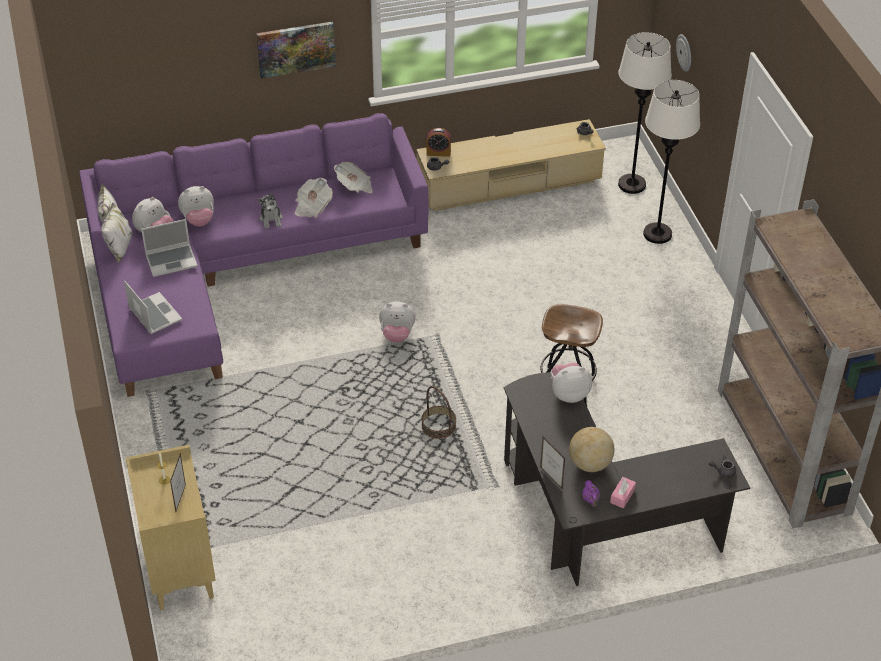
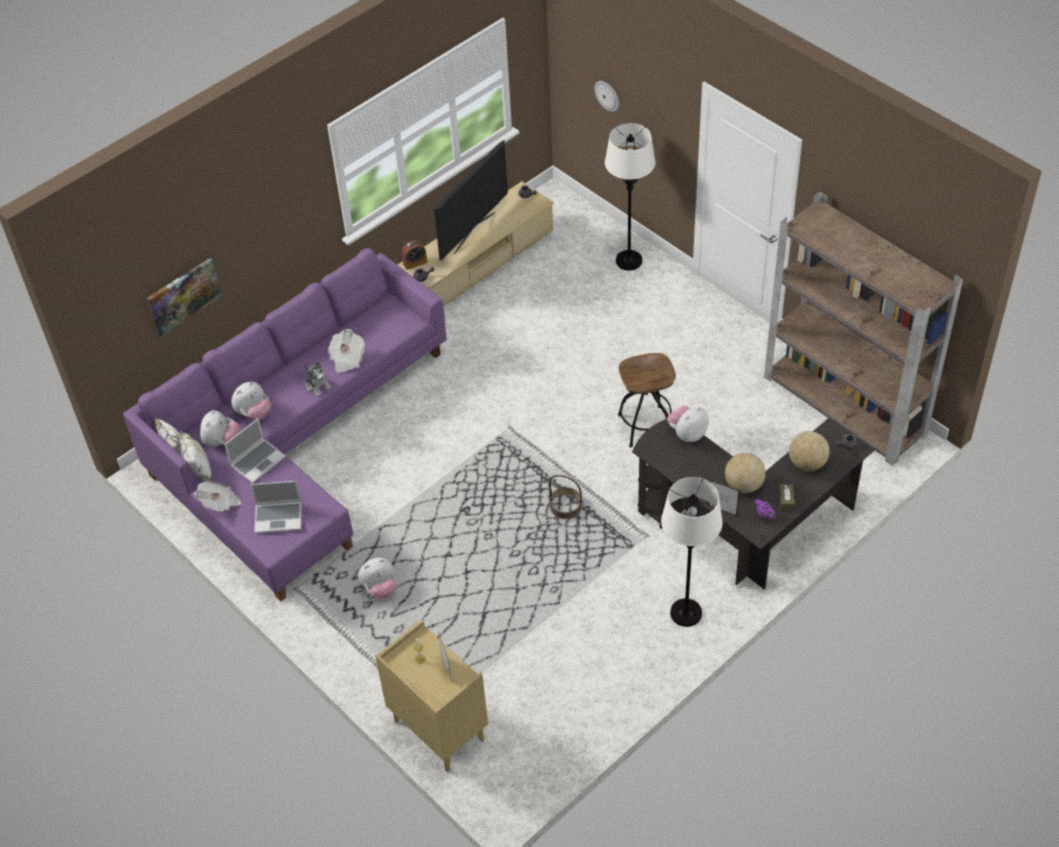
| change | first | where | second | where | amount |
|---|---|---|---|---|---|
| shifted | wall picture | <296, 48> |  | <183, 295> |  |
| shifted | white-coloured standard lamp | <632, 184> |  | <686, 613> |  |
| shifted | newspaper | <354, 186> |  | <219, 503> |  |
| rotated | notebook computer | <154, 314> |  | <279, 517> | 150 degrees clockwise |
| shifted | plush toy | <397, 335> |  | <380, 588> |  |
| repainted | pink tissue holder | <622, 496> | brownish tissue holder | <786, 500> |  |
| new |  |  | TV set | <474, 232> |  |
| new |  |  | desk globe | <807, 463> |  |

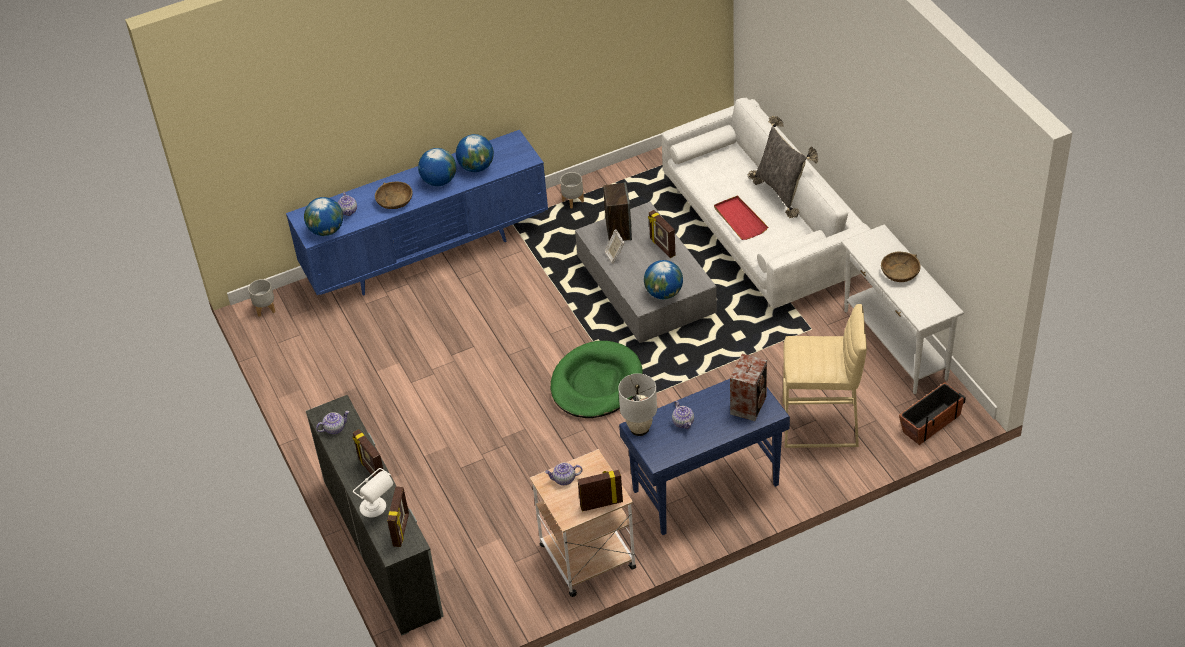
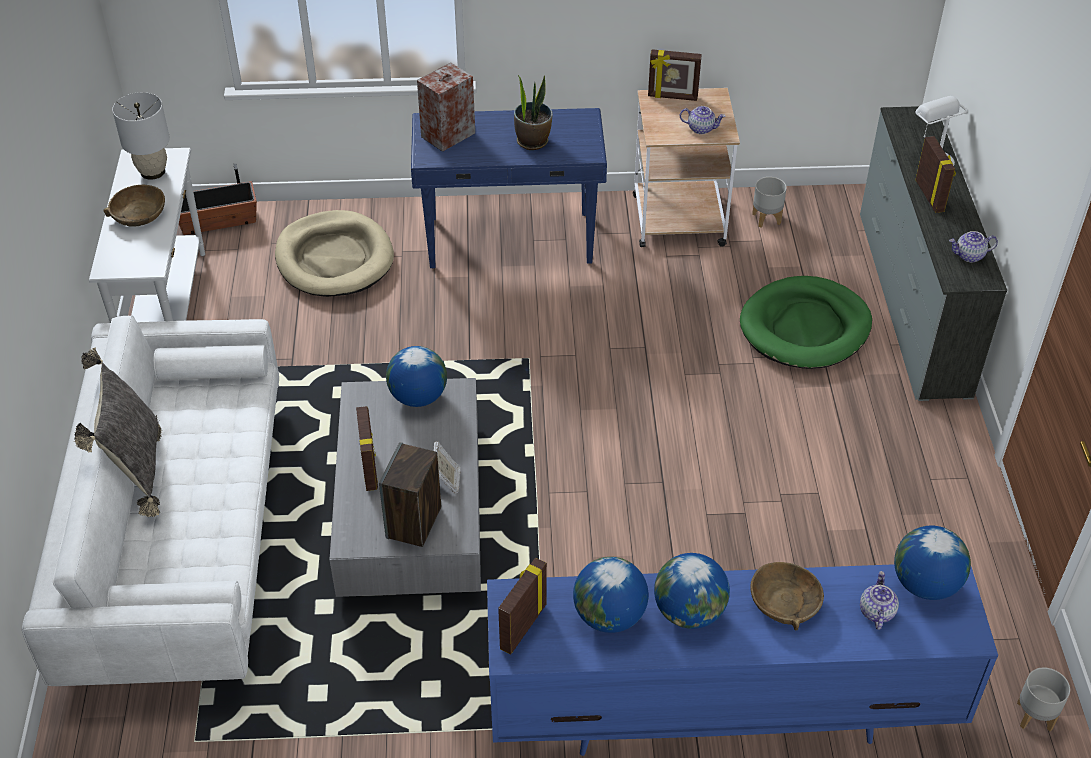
| change | first | where | second | where | amount |
|---|---|---|---|---|---|
| shifted | grey planter | <573, 201> |  | <766, 218> |  |
| gone | reddish tray | <739, 219> |  |  |  |
| swapped | sand-coloured stool seat | <821, 425> | sand-coloured dog bed | <334, 258> |  |
| shifted | greenish dog bed | <596, 383> |  | <805, 327> |  |
| shifted | white-coloured table lamp | <639, 428> |  | <152, 172> |  |
| swapped | pot for tea | <683, 422> | plant in a pot | <532, 141> |  |
| shifted | photo frame | <401, 530> |  | <522, 626> |  |

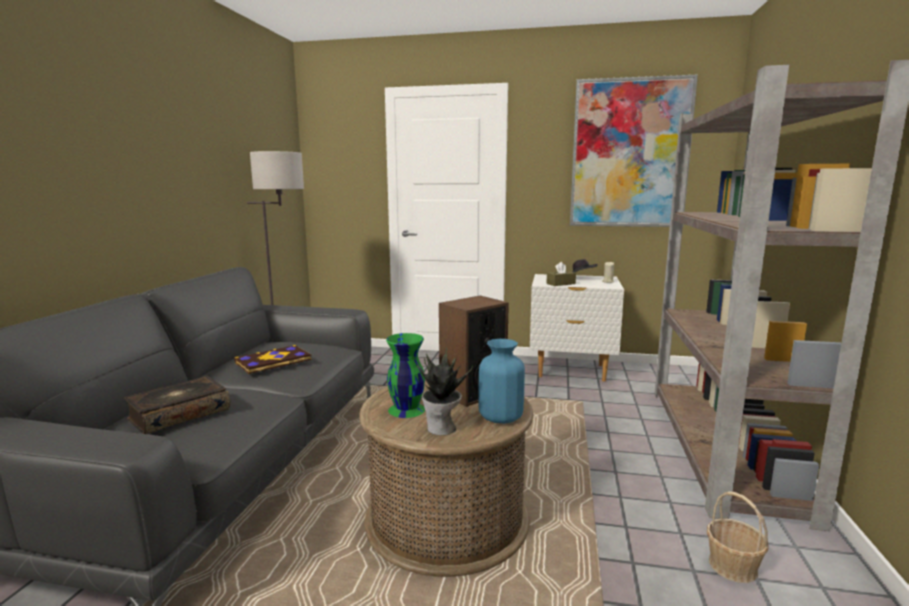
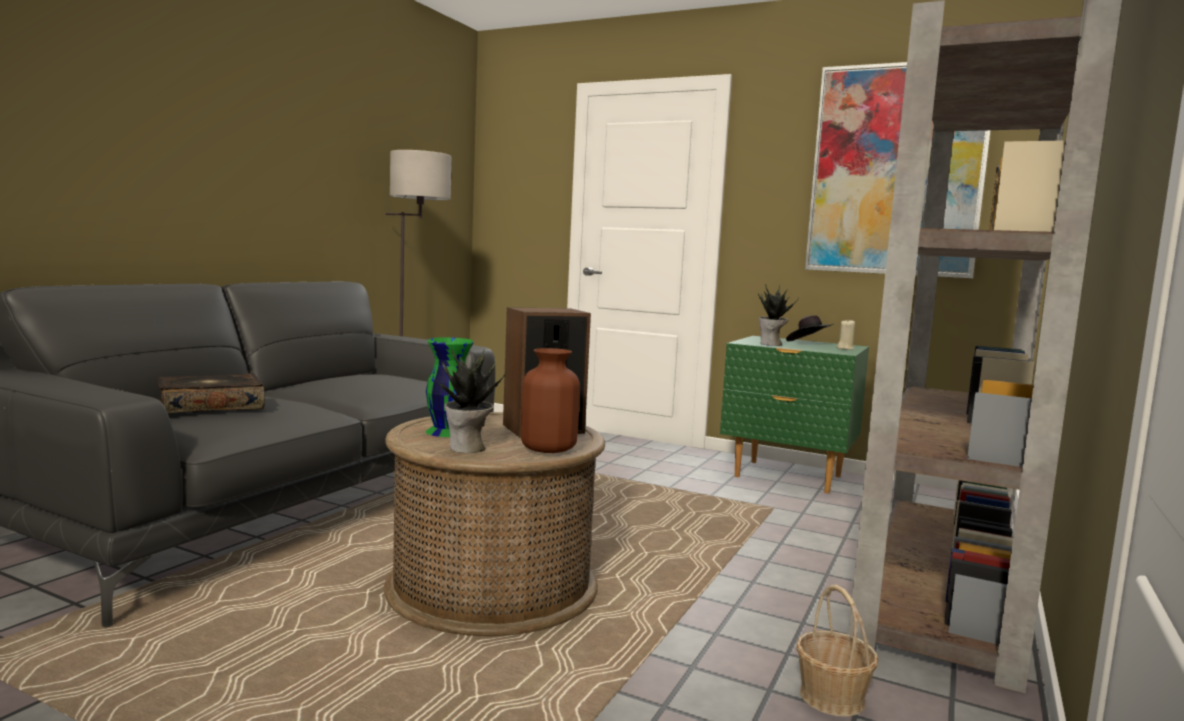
| change | first | where | second | where | amount |
|---|---|---|---|---|---|
| swapped | brownish tissue holder | <560, 284> | plant in a pot | <771, 344> |  |
| repainted | white-coloured night table | <571, 371> | greenish night table | <787, 477> |  |
| repainted | blue decorative vase | <500, 417> | brownish decorative vase | <548, 449> |  |
| gone | volume | <274, 361> |  |  |  |

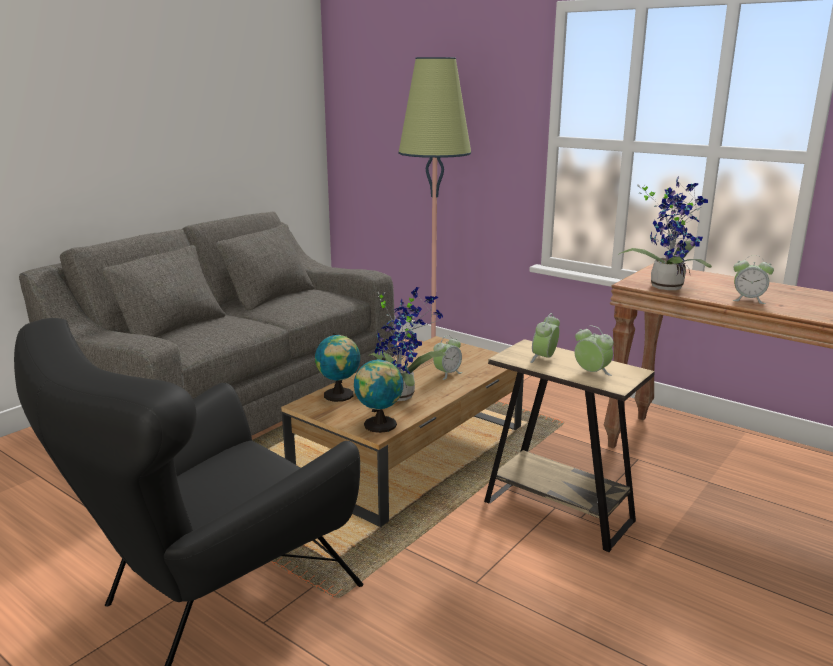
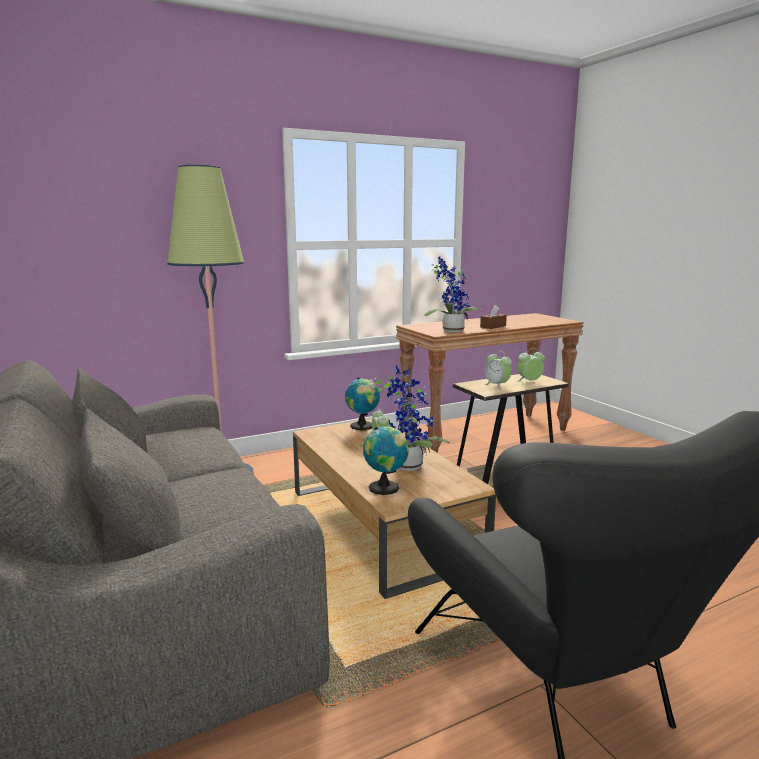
| change | first | where | second | where | amount |
|---|---|---|---|---|---|
| swapped | bedside clock | <748, 300> | brownish tissue holder | <493, 326> |  |
| shifted | desk globe | <379, 426> |  | <363, 426> |  |

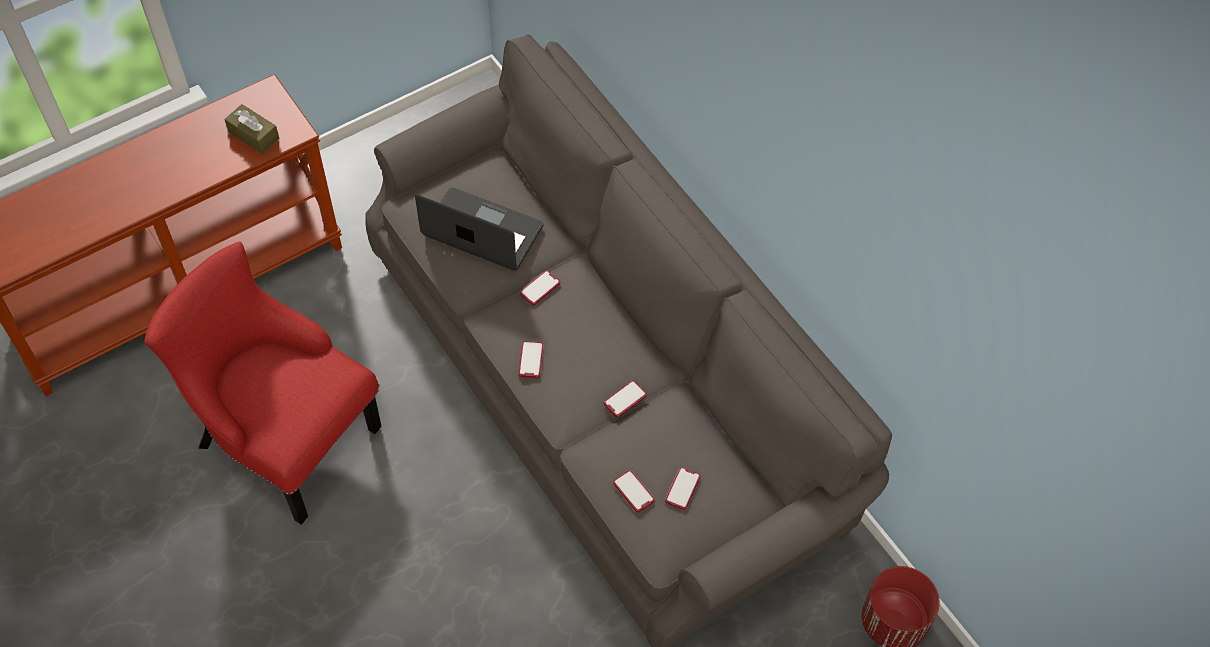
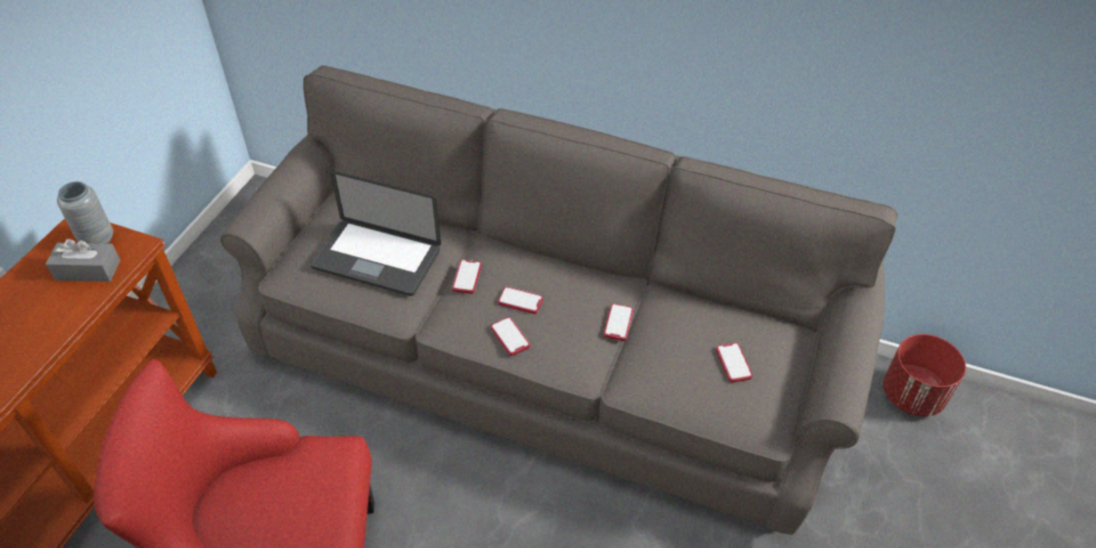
| change | first | where | second | where | amount |
|---|---|---|---|---|---|
| repainted | brownish tissue holder | <254, 135> | grey tissue holder | <88, 270> |  |
| rotated | notebook computer | <482, 231> |  | <376, 259> | 150 degrees counterclockwise |
| shifted | handset | <633, 492> |  | <520, 301> |  |
| new |  |  | grey decorative vase | <97, 240> |  |

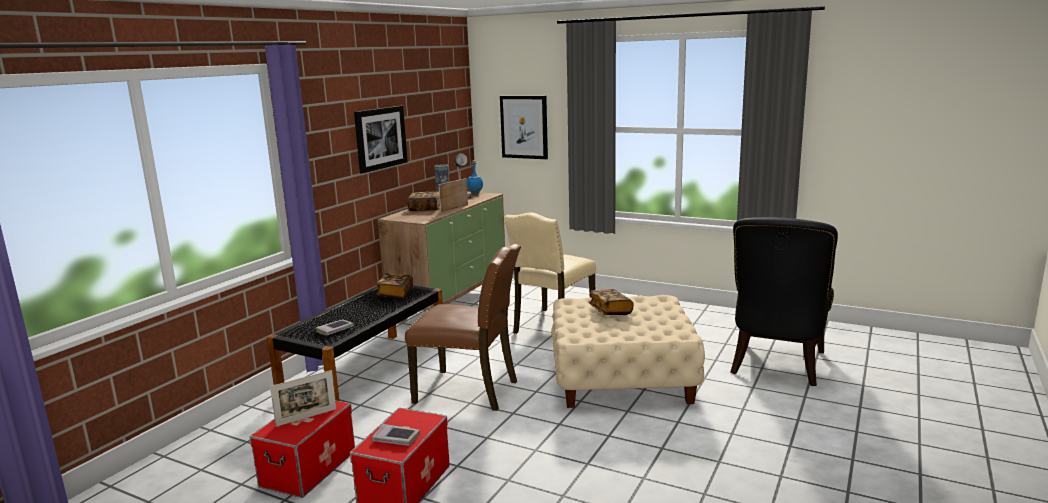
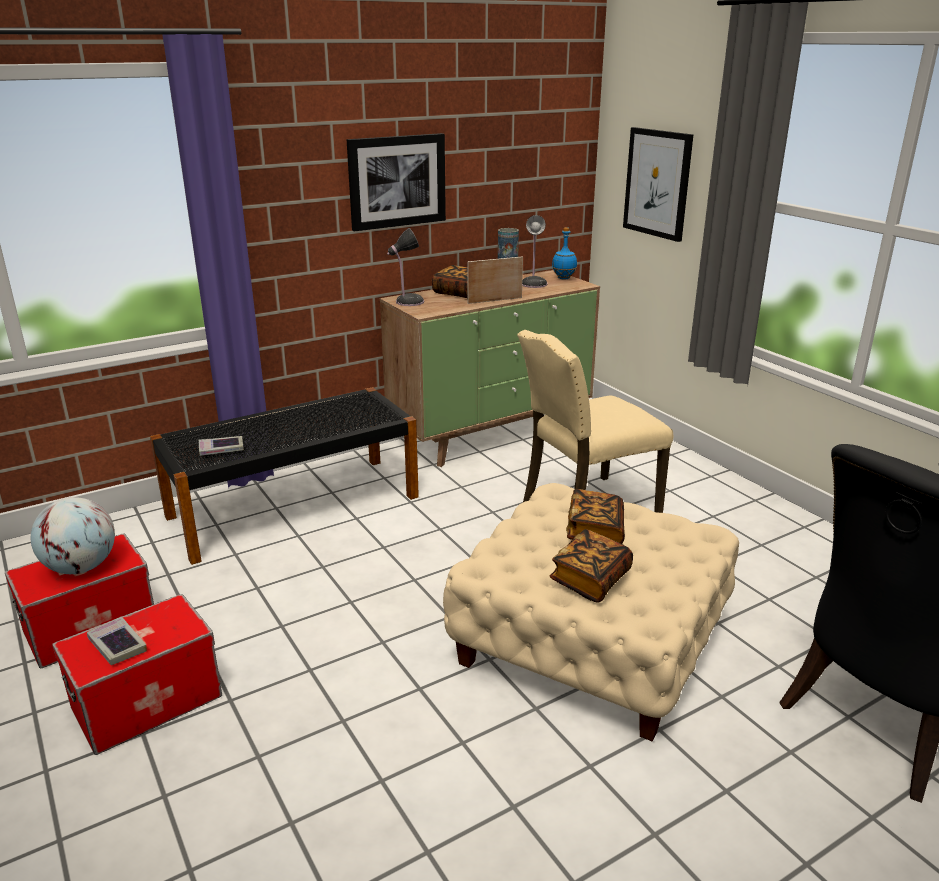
| change | first | where | second | where | amount |
|---|---|---|---|---|---|
| gone | brownish plain chair | <469, 391> |  |  |  |
| shifted | volume | <395, 294> |  | <590, 580> |  |
| swapped | photo frame | <306, 417> | desk globe | <81, 567> |  |
| new |  |  | table lamp | <408, 302> |  |

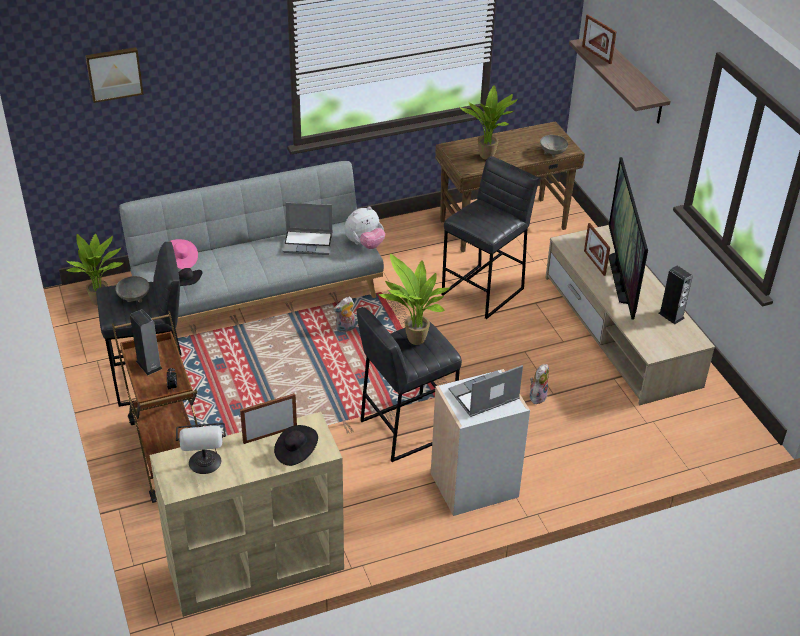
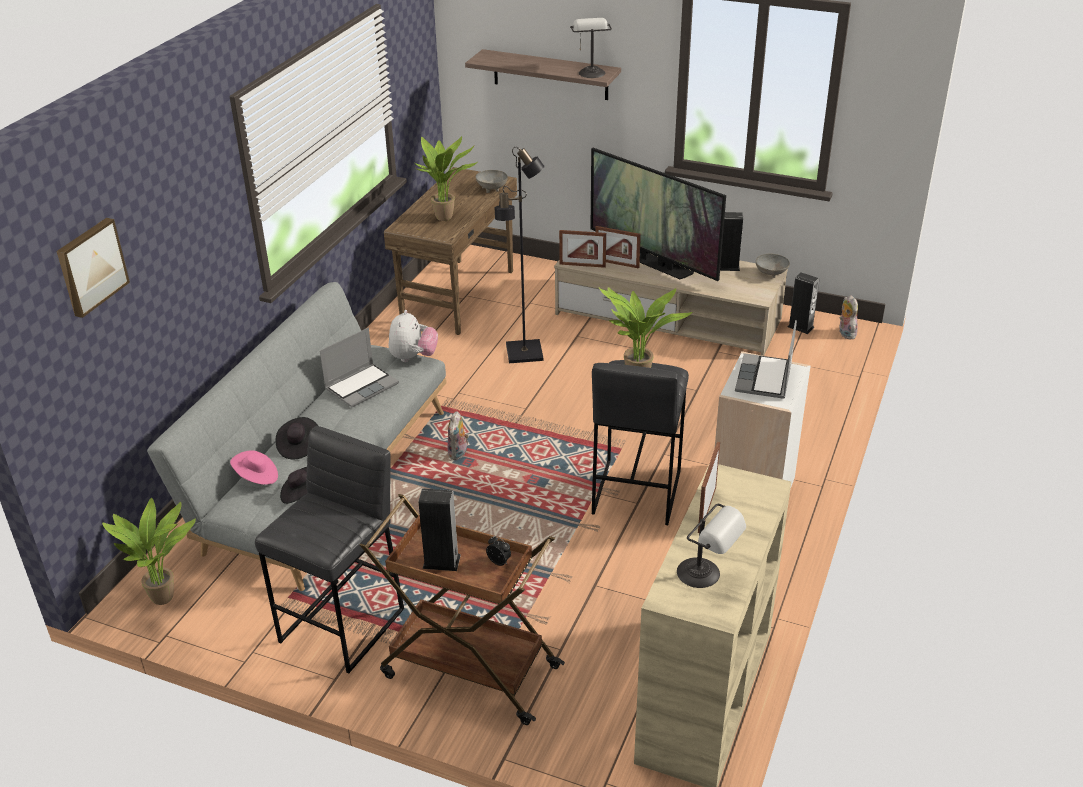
| change | first | where | second | where | amount |
|---|---|---|---|---|---|
| shifted | photo frame | <596, 55> |  | <582, 265> |  |
| swapped | grey stool seat | <483, 291> | black-coloured standard lamp | <524, 352> |  |
| shifted | grey serving bowl | <133, 297> |  | <770, 274> |  |
| shifted | plush toy | <537, 396> |  | <845, 333> |  |
| shifted | black-coloured wearable hat | <296, 452> |  | <299, 446> |  |
| new |  |  | table lamp | <590, 71> |  |
| new |  |  | loudspeaker | <800, 327> |  |

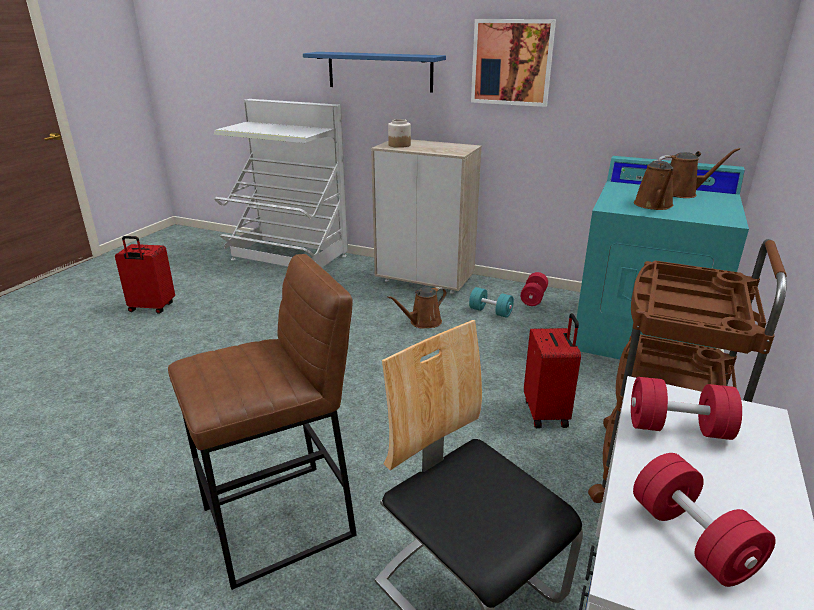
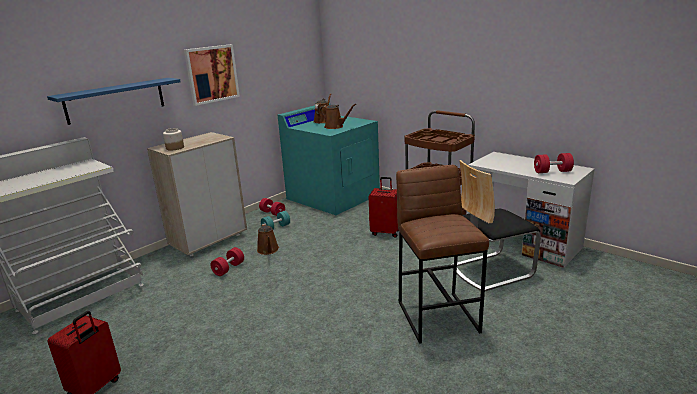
| change | first | where | second | where | amount |
|---|---|---|---|---|---|
| shifted | reddish hand weight | <678, 428> |  | <228, 269> |  |

